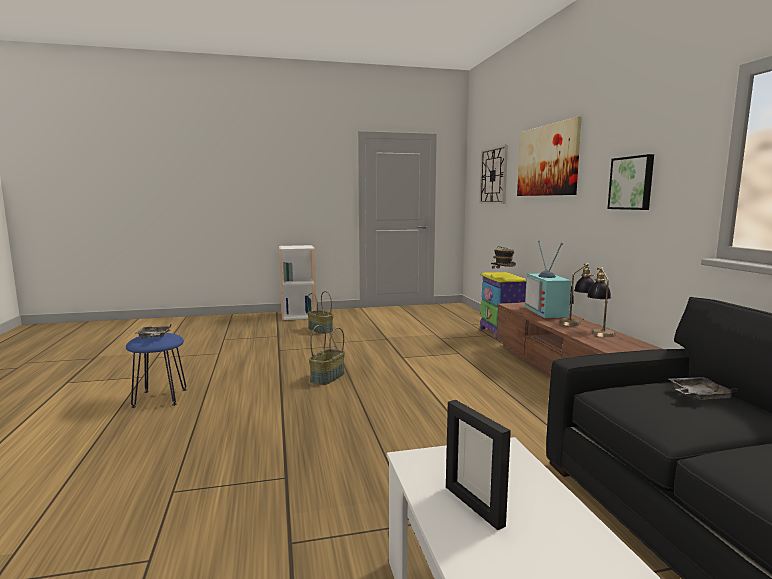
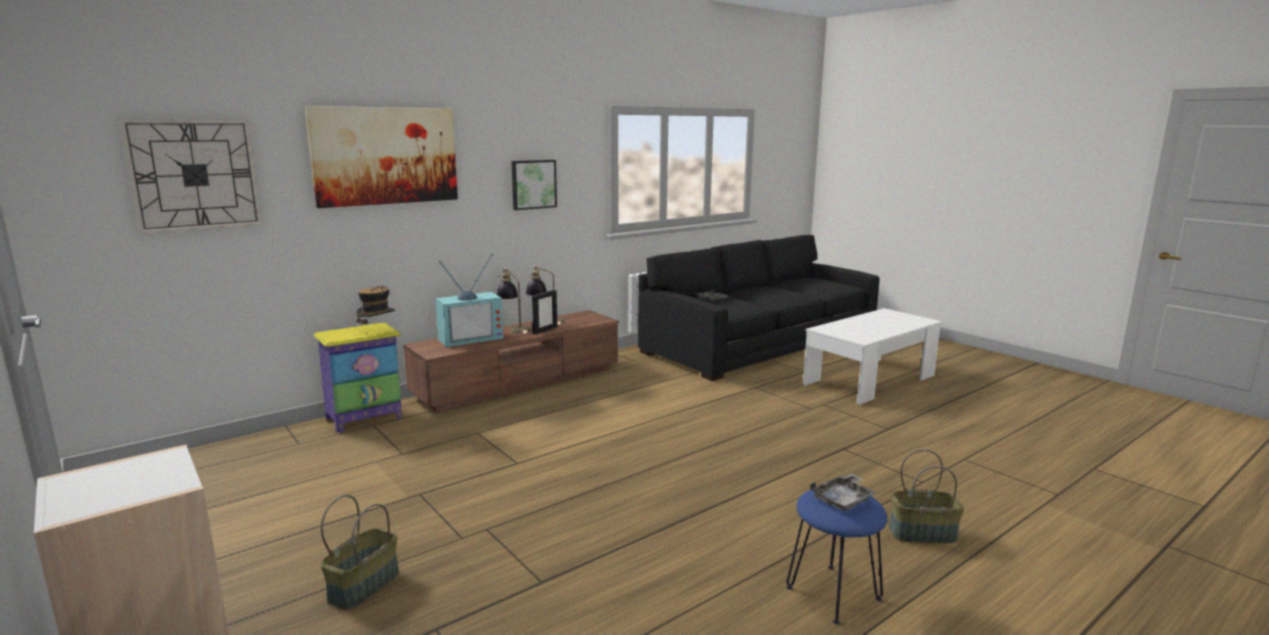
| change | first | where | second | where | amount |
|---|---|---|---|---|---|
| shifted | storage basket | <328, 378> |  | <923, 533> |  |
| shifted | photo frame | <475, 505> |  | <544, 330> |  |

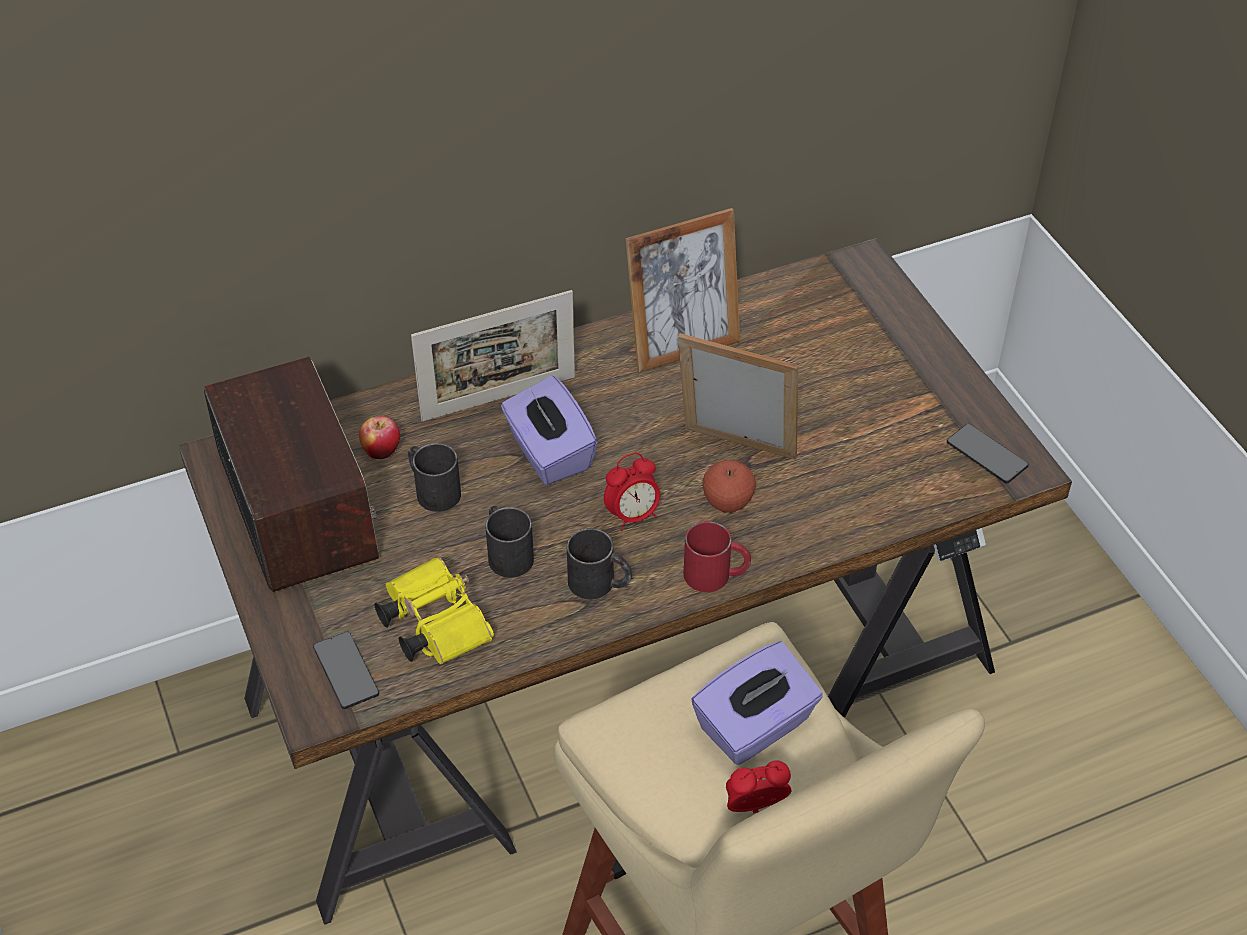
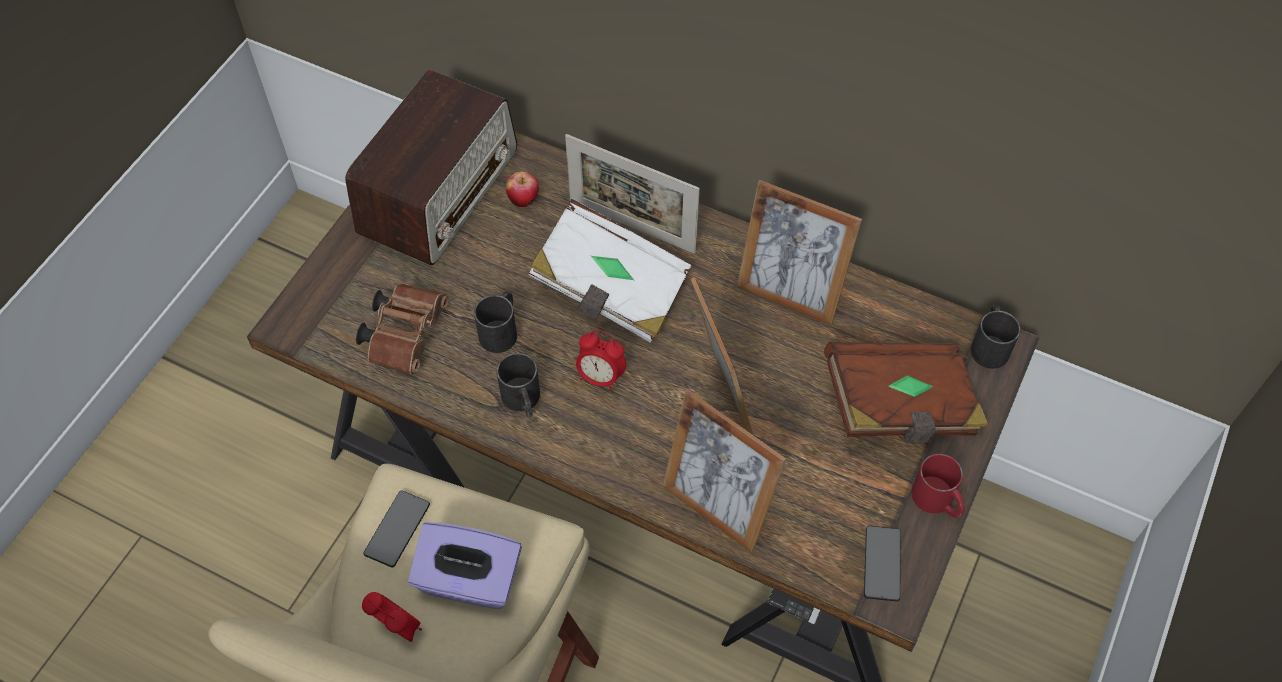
| change | first | where | second | where | amount |
|---|---|---|---|---|---|
| swapped | purplish tissue holder | <549, 453> | white-coloured volume | <610, 290> |  |
| shifted | black-coloured mug | <432, 490> |  | <989, 344> |  |
| gone | whole apple | <727, 502> |  |  |  |
| shifted | reddish mug | <716, 575> |  | <938, 501> |  |
| repainted | yellow field glasses | <432, 624> | brownish field glasses | <406, 333> |  |
| shifted | handset | <346, 671> |  | <397, 529> |  |
| new |  |  | brownish volume | <900, 407> |  |
| new |  |  | photo frame | <716, 507> |  |

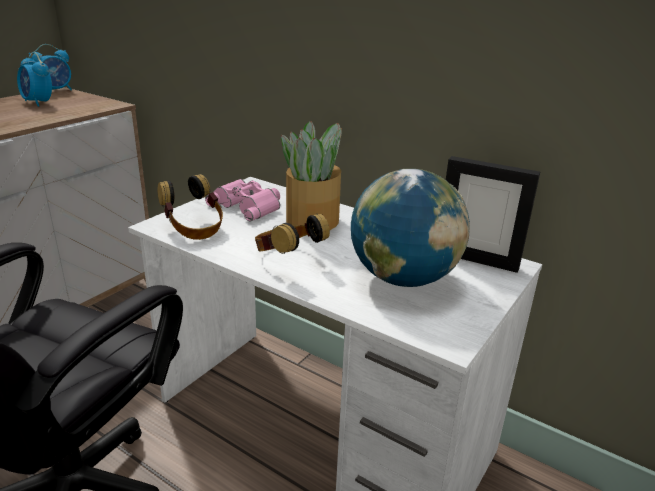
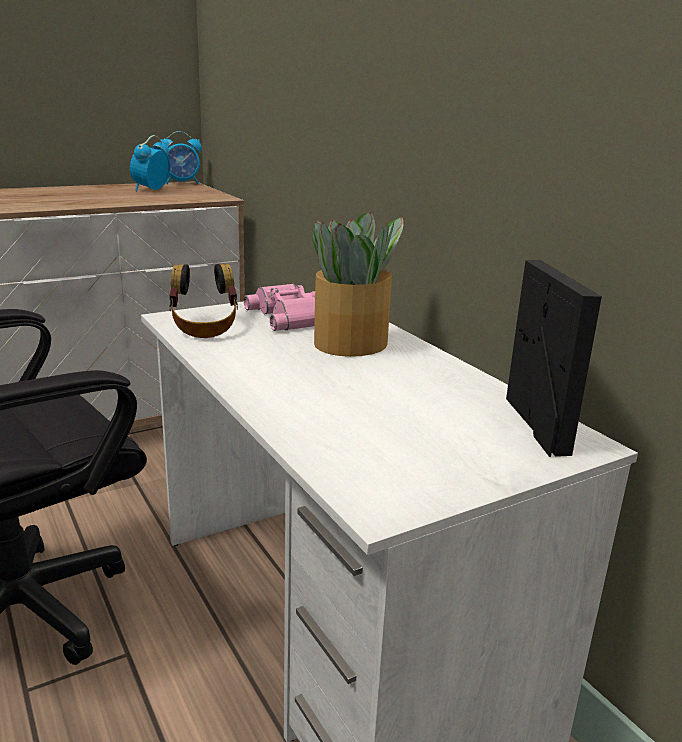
| change | first | where | second | where | amount |
|---|---|---|---|---|---|
| rotated | bedside clock | <38, 103> |  | <151, 190> | 45 degrees clockwise |
| rotated | photo frame | <477, 259> |  | <533, 425> | 150 degrees counterclockwise |
| gone | desk globe | <403, 279> |  |  |  |
| gone | pair of headphones | <287, 259> |  |  |  |

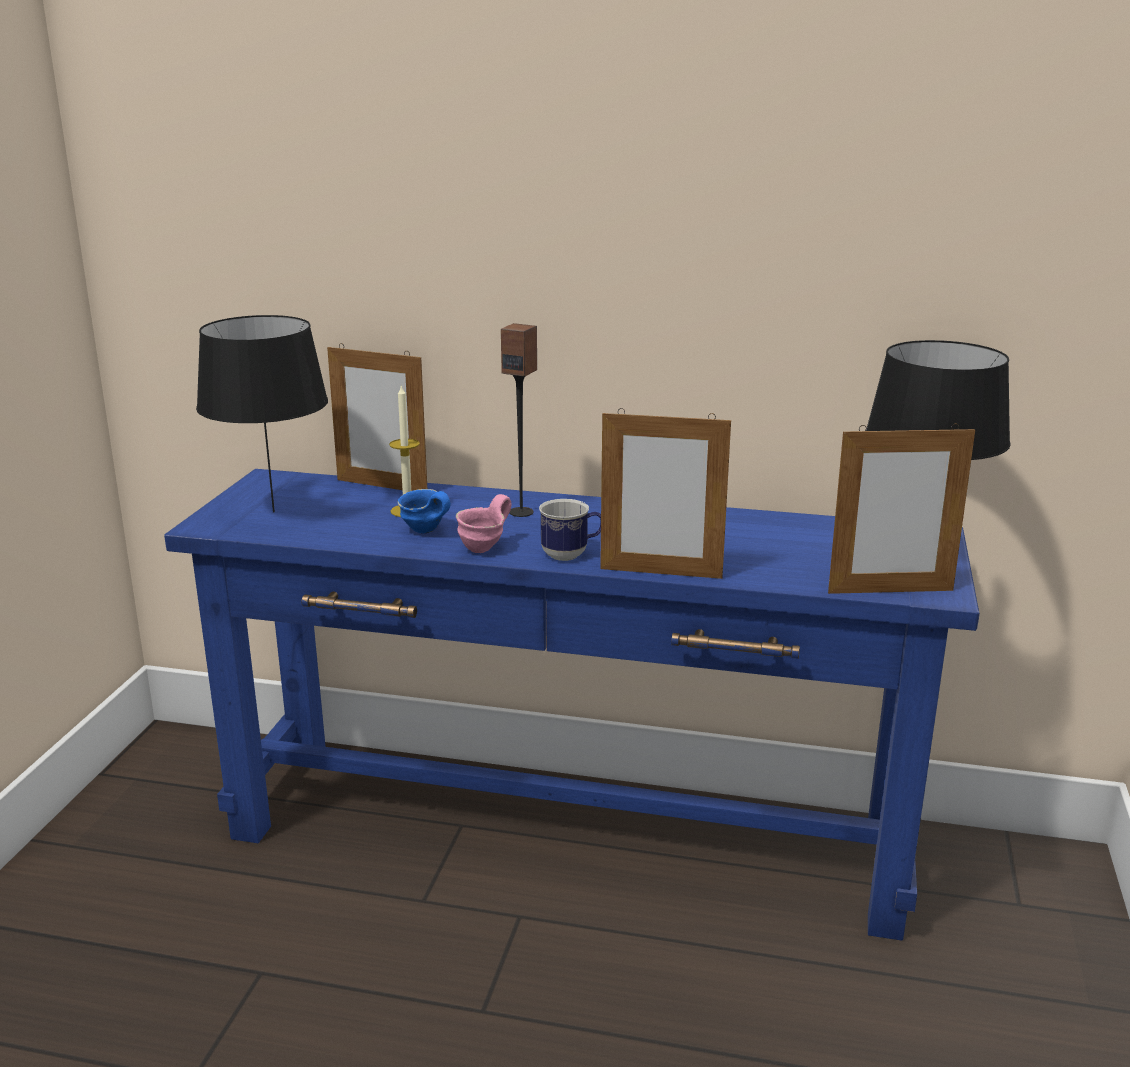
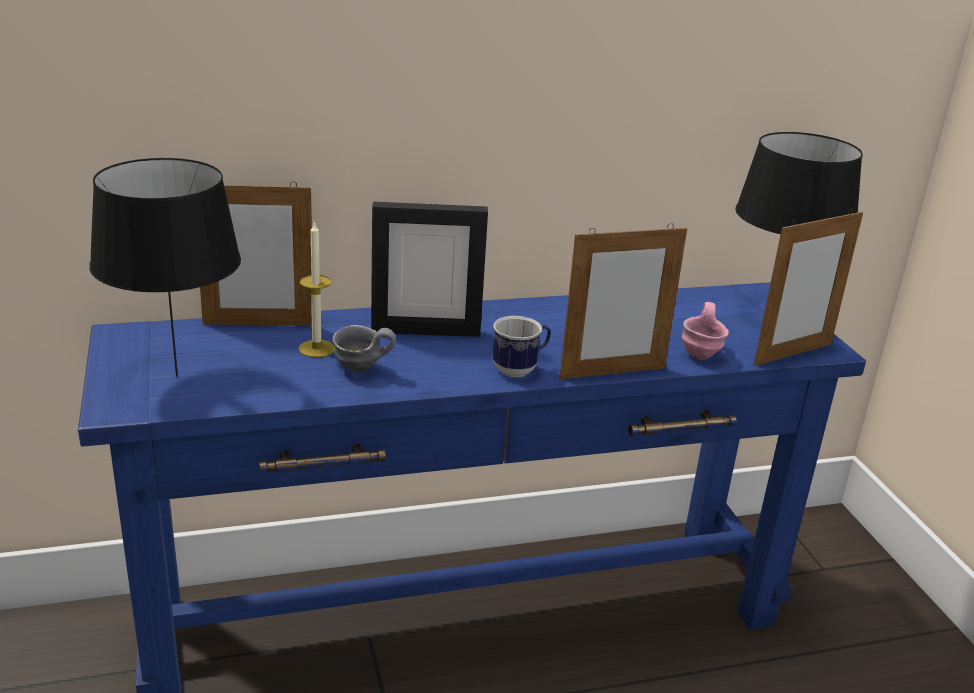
| change | first | where | second | where | amount |
|---|---|---|---|---|---|
| swapped | loudspeaker | <521, 512> | photo frame | <425, 330> |  |
| repainted | blue mug | <424, 532> | grey mug | <361, 371> |  |
| shifted | pink mug | <486, 549> |  | <703, 354> |  |

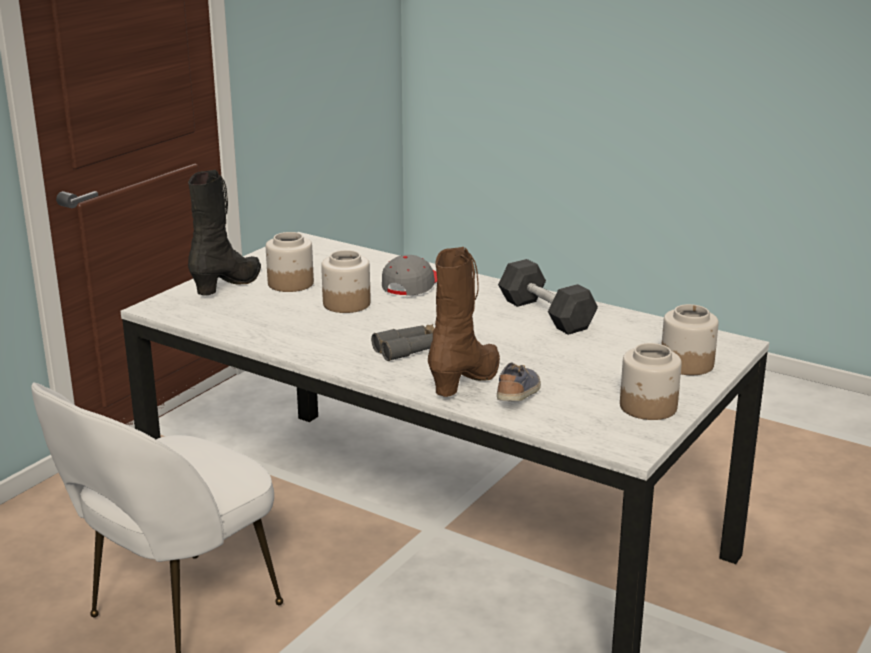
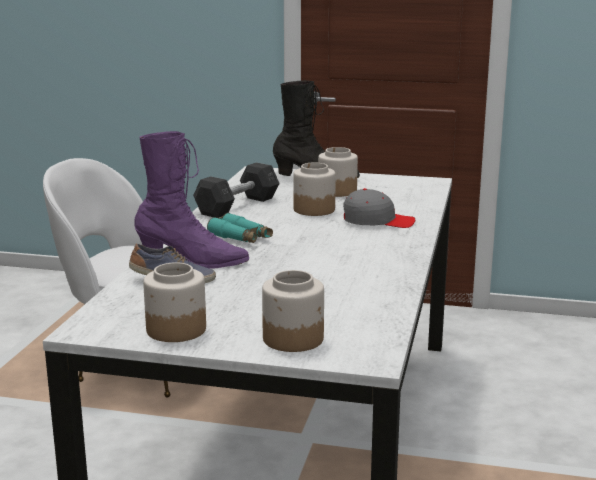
| change | first | where | second | where | amount |
|---|---|---|---|---|---|
| repainted | brownish boot | <467, 380> | purplish boot | <192, 261> |  |
| shifted | grey hand weight | <546, 314> |  | <237, 206> |  |
| repainted | grey field glasses | <410, 349> | turquoise field glasses | <241, 238> |  |

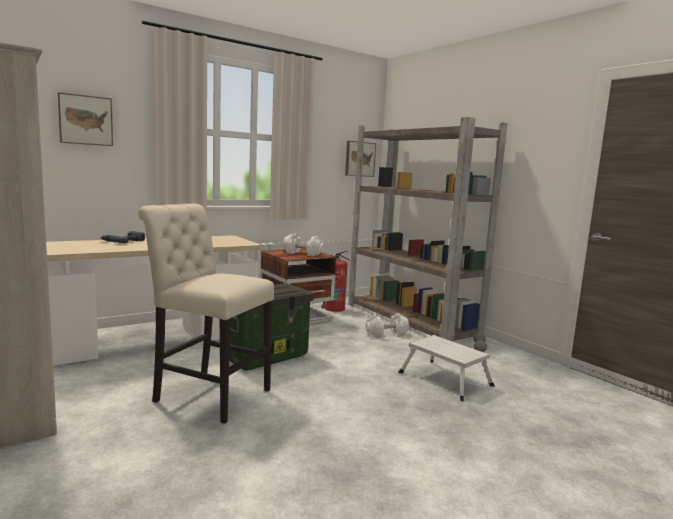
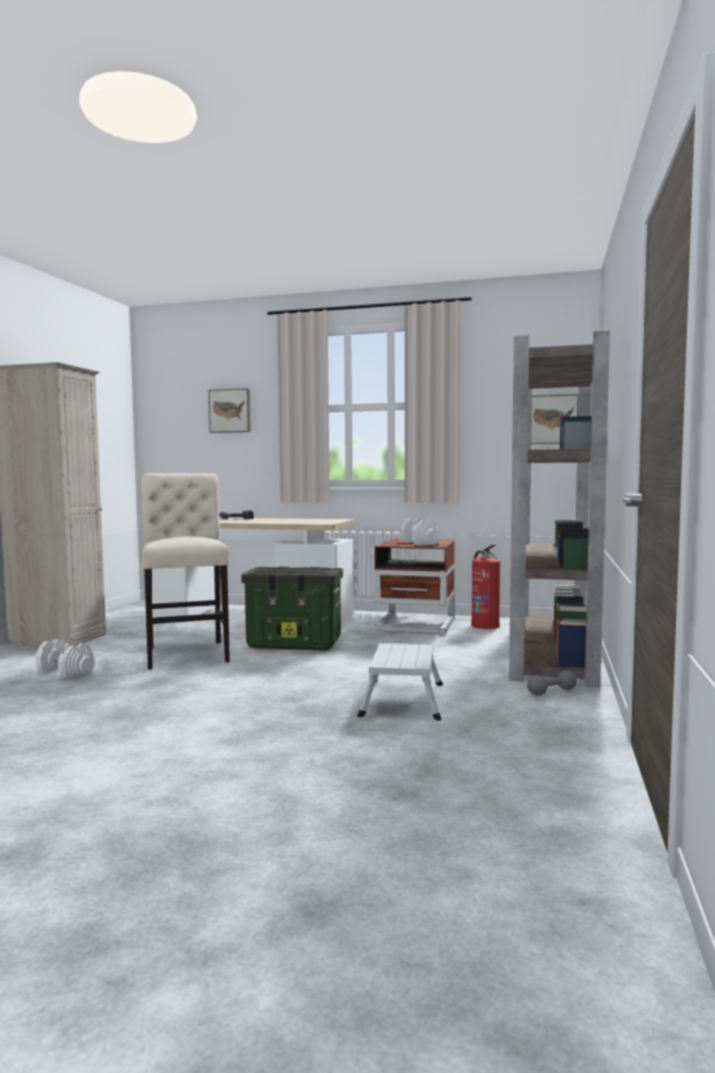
| change | first | where | second | where | amount |
|---|---|---|---|---|---|
| shifted | white-coloured hand weight | <386, 334> |  | <66, 672> |  |

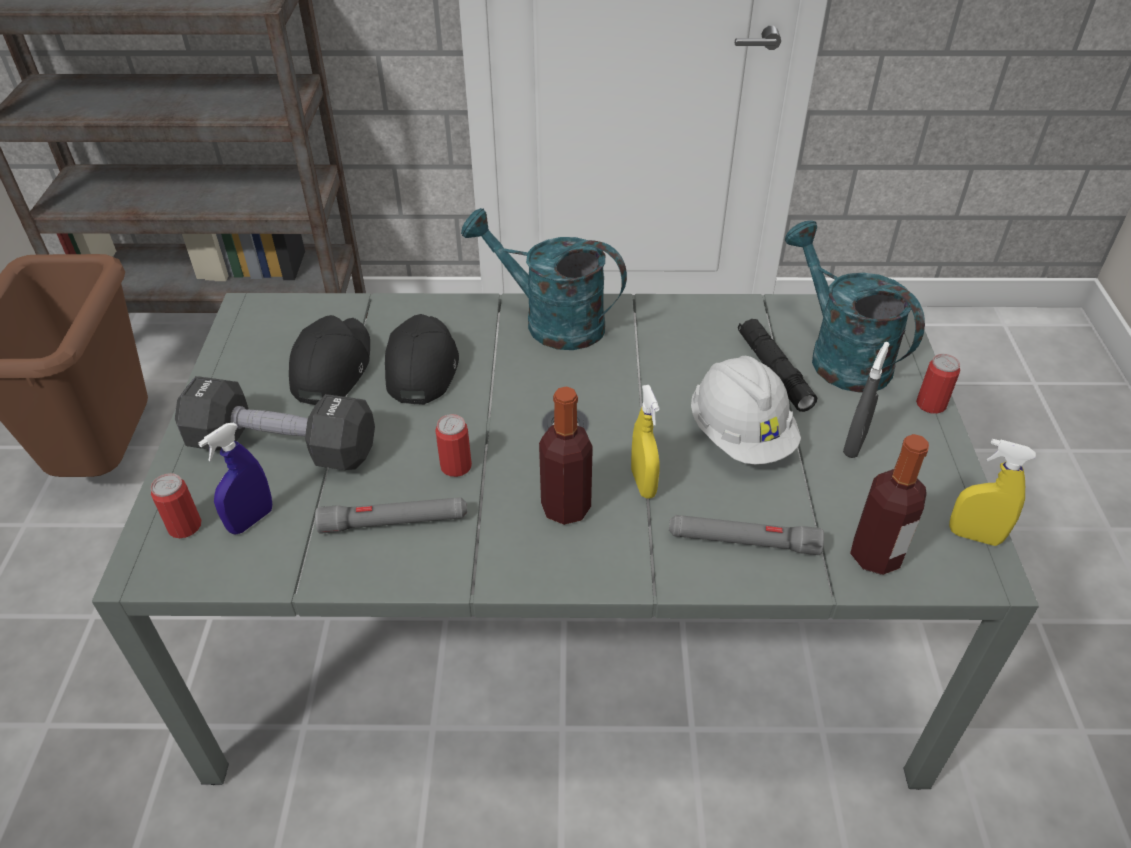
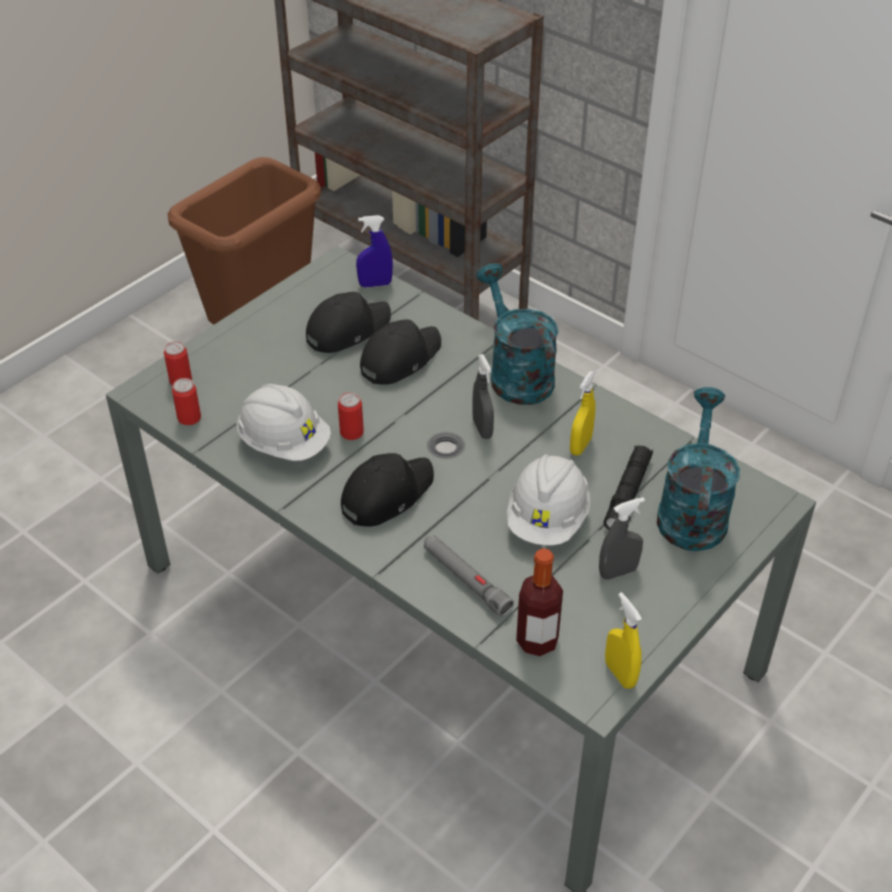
| change | first | where | second | where | amount |
|---|---|---|---|---|---|
| shifted | metal can | <931, 404> |  | <189, 418> |  |
| gone | black-coloured hand weight | <283, 447> |  |  |  |
| shifted | yellow sprayer | <643, 483> |  | <580, 446> |  |
| swapped | drink bottle | <566, 507> | black-coloured cap | <386, 494> |  |
| shifted | blue sprayer | <251, 520> |  | <375, 284> |  |
| swapped | grey hand torch | <394, 522> | white-coloured safety helmet | <284, 443> |  |
| new |  |  | grey sprayer | <482, 429> |  |

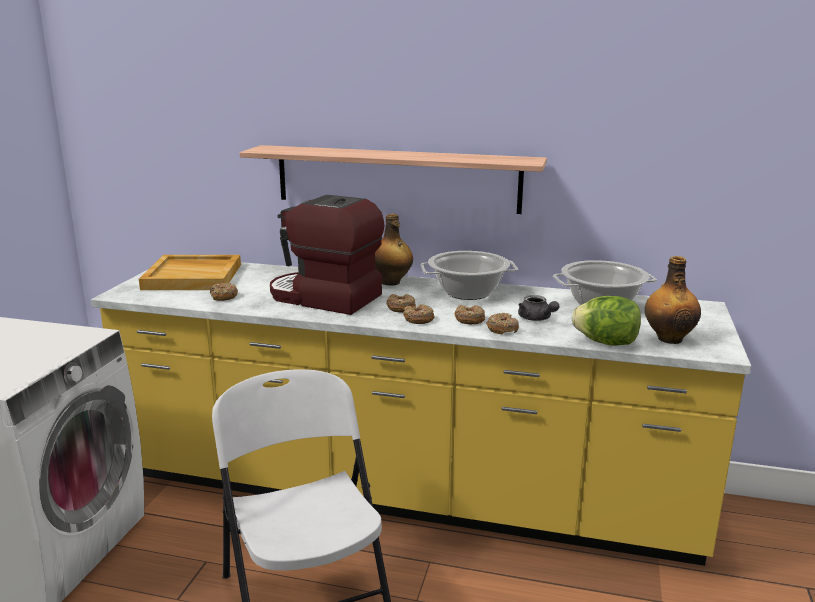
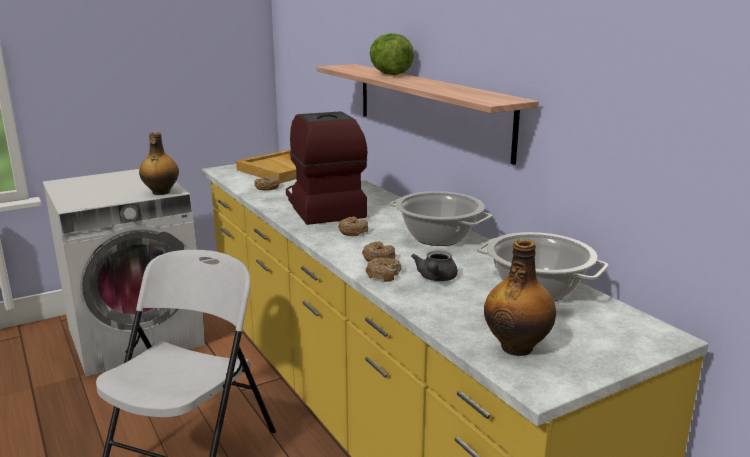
| change | first | where | second | where | amount |
|---|---|---|---|---|---|
| shifted | drink bottle | <391, 282> |  | <161, 192> |  |
| shifted | lettuce | <606, 343> |  | <390, 74> |  |
| gone | doughnut | <418, 319> |  |  |  |

